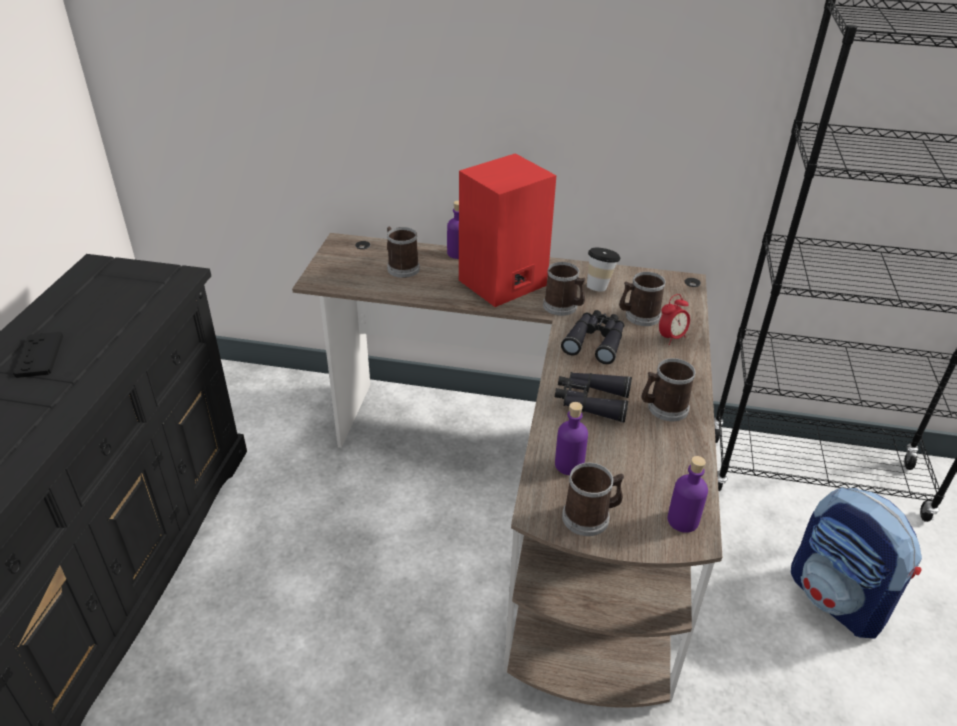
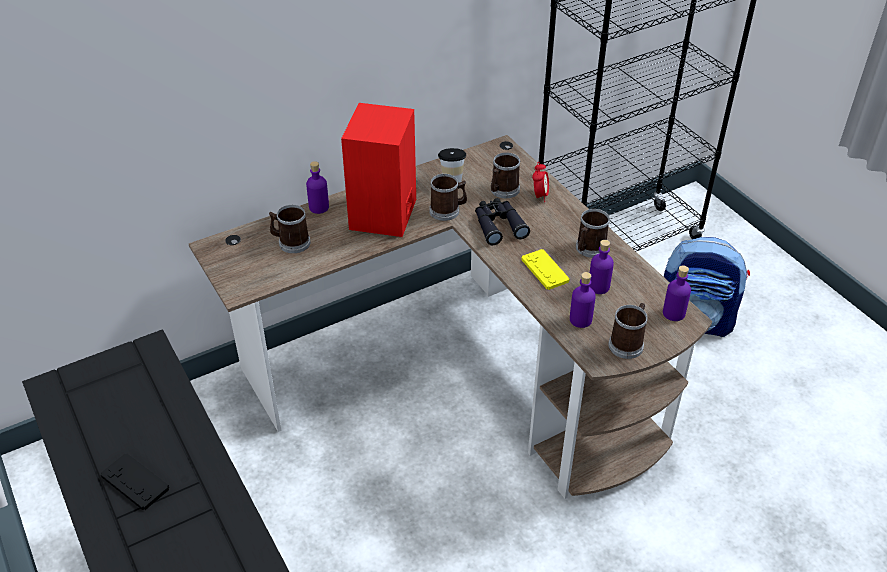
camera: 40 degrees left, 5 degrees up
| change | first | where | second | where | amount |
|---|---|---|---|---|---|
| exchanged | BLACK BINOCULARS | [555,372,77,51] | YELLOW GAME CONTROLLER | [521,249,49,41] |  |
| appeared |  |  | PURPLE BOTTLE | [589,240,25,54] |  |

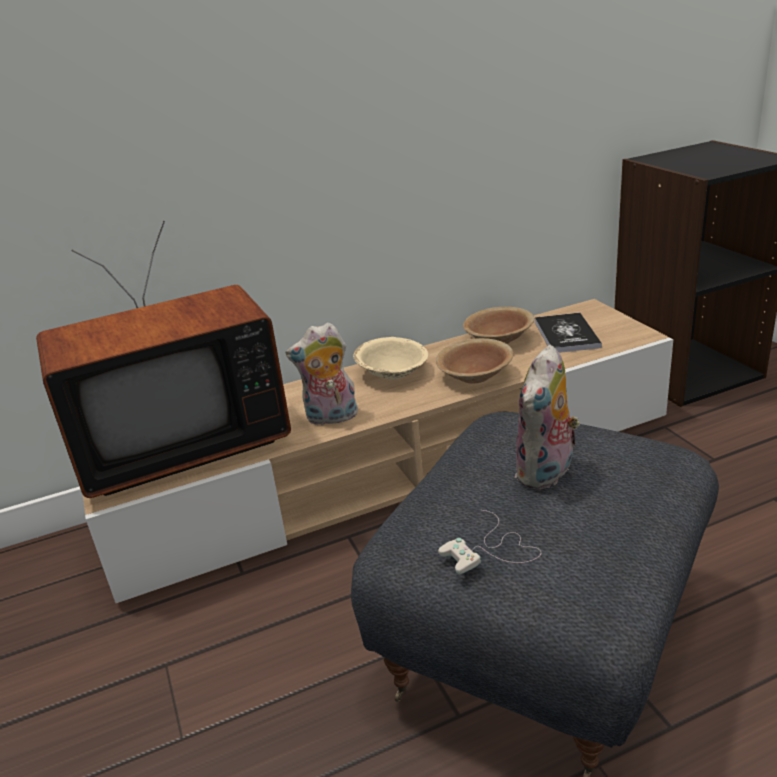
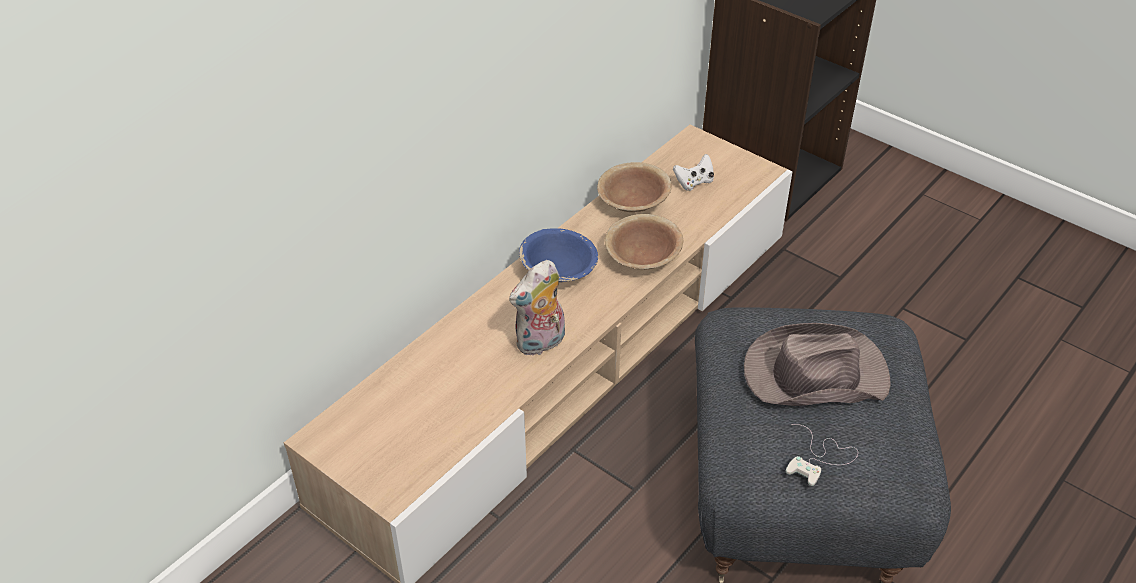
camera: 30 degrees left, 15 degrees up
| change | first | where | second | where | amount |
|---|---|---|---|---|---|
| colour | BEIGE BOWL | [353,337,75,43] | BLUE BOWL | [519,228,79,54] |  |
| exchanged | BOOK | [535,313,67,40] | WHITE GAME CONTROLLER | [673,154,41,37] |  |
| exchanged | PLUSH TOY | [514,345,66,145] | BROWN HAT | [744,323,146,83] |  |
| missing | TELEVISION | [36,221,255,277] |  |  |  |

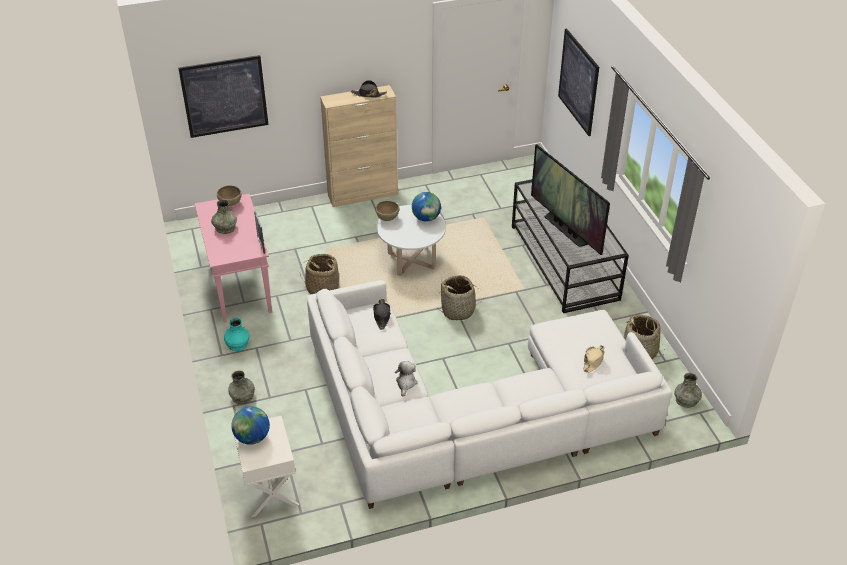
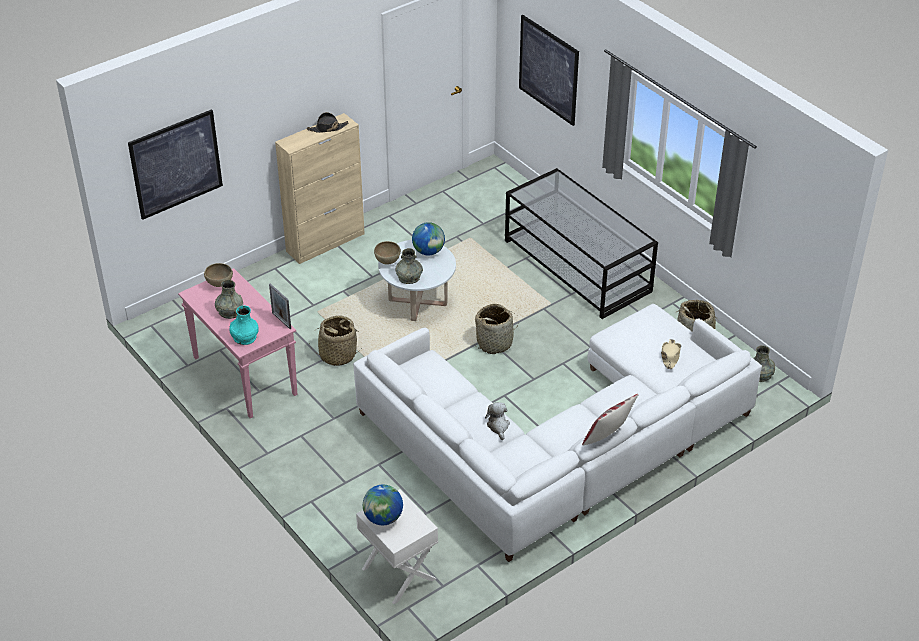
camera: 20 degrees left, 0 degrees up
| change | first | where | second | where | amount |
|---|---|---|---|---|---|
| relocated | TURQUOISE VASE | [224,318,26,33] |  | [229,305,30,40] |  |
| relocated | GREY VASE | [228,370,27,34] |  | [395,248,28,36] |  |
| appeared |  |  | PILLOW | [582,394,57,51] |  |
| missing | BLACK HAT | [373,299,18,31] |  |  |  |
| missing | TELEVISION | [531,144,79,111] |  |  |  |

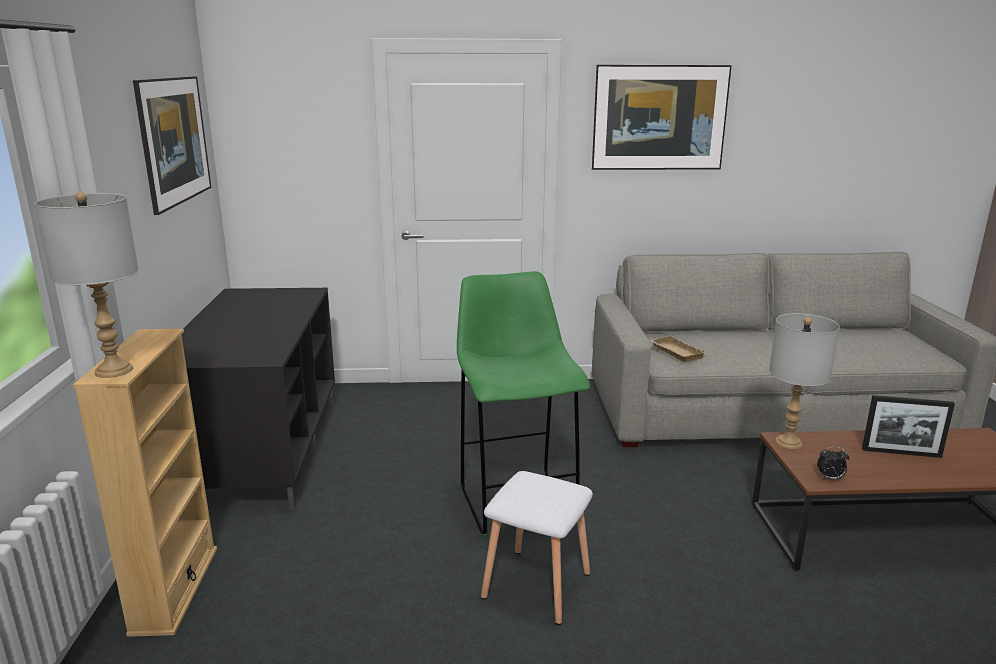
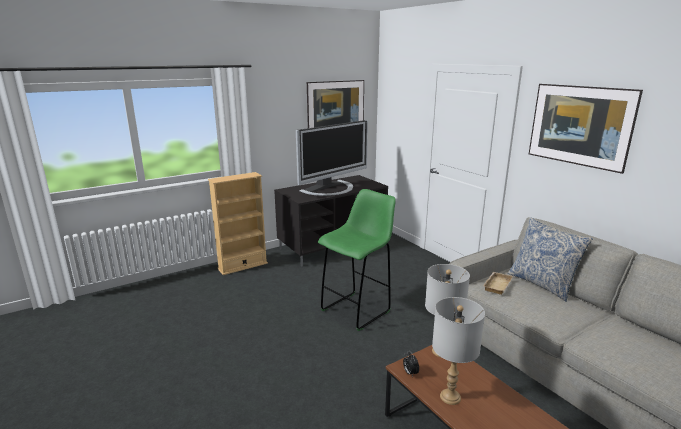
camera: 60 degrees right, 0 degrees up
| change | first | where | second | where | amount |
|---|---|---|---|---|---|
| appeared |  |  | TELEVISION | [296,120,72,76] |  |
| relocated | GREY TABLE LAMP | [35,192,104,186] |  | [432,297,53,108] |  |
| appeared |  |  | PILLOW | [508,218,85,83] |  |
| missing | WHITE STOOL | [481,471,112,154] |  |  |  |
| missing | PICTURE FRAME | [862,395,93,63] |  |  |  |

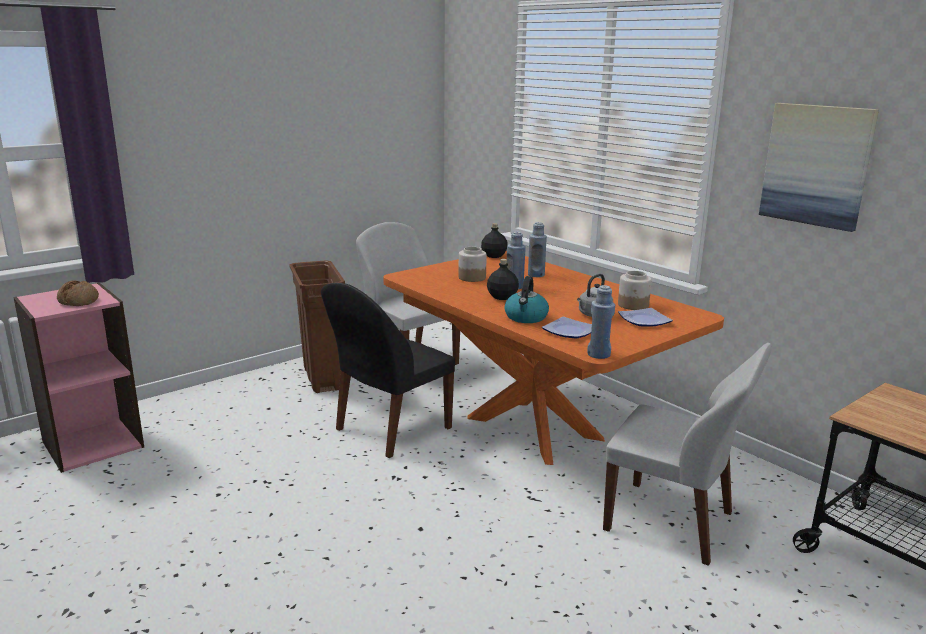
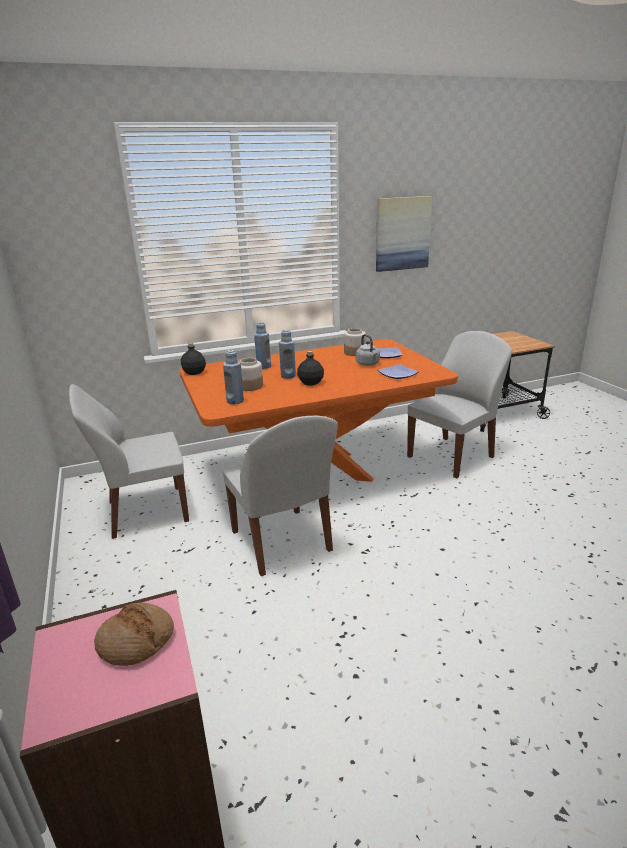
camera: 70 degrees left, 5 degrees up
| change | first | where | second | where | amount |
|---|---|---|---|---|---|
| relocated | BLUE BOTTLE | [587,285,28,74] |  | [223,350,21,55] |  |
| colour | BLACK CHAIR | [321,283,134,175] | WHITE CHAIR | [223,416,115,161] |  |
| missing | BROWN TRASH CAN | [289,261,56,132] |  |  |  |
| missing | KETTLE | [505,276,44,47] |  |  |  |

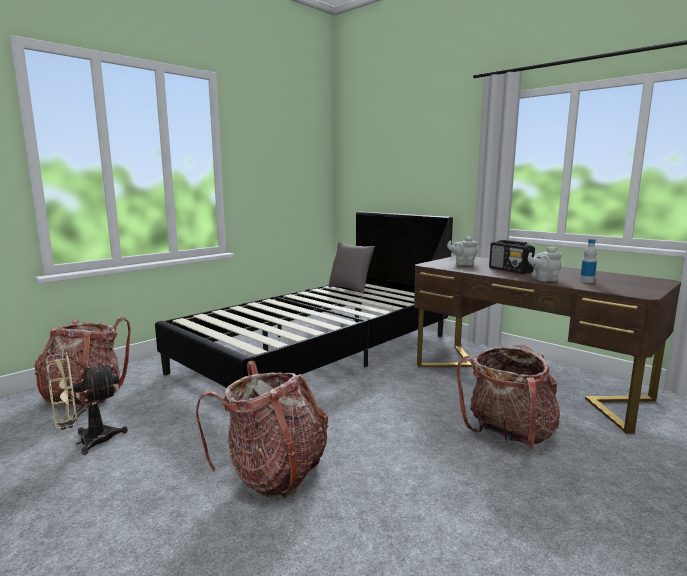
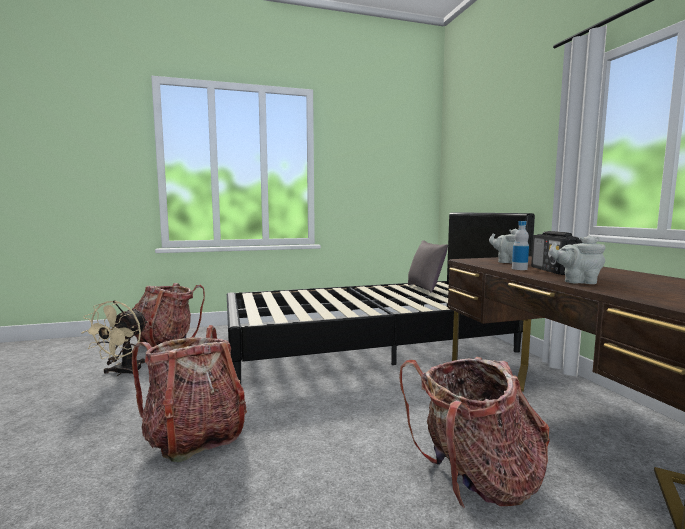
camera: 30 degrees right, 5 degrees down
| change | first | where | second | where | amount |
|---|---|---|---|---|---|
| spun | BEIGE FAN | [46,352,82,103] |  | [81,300,67,76] | 75 degrees counterclockwise |
| relocated | BOTTLE | [580,239,17,44] |  | [512,221,17,49] |  |

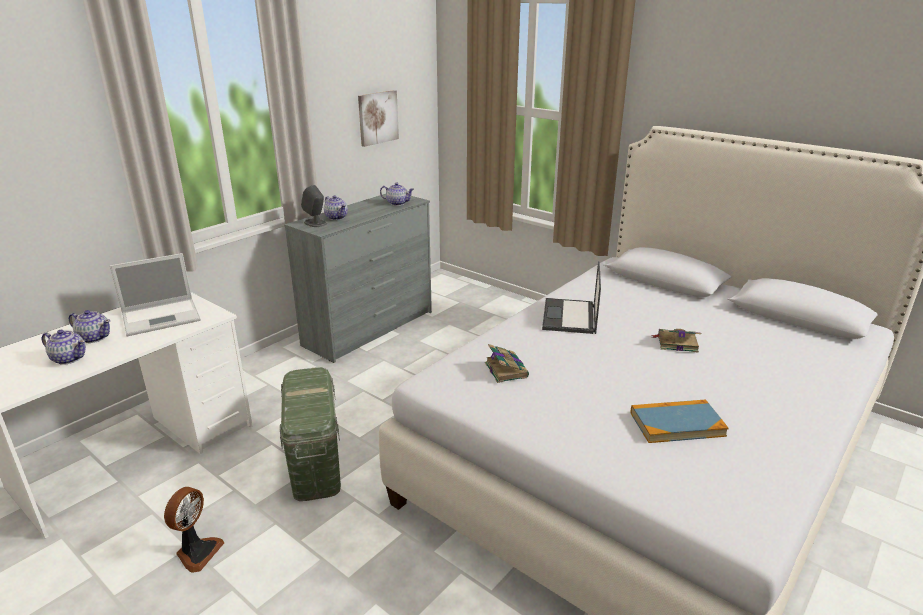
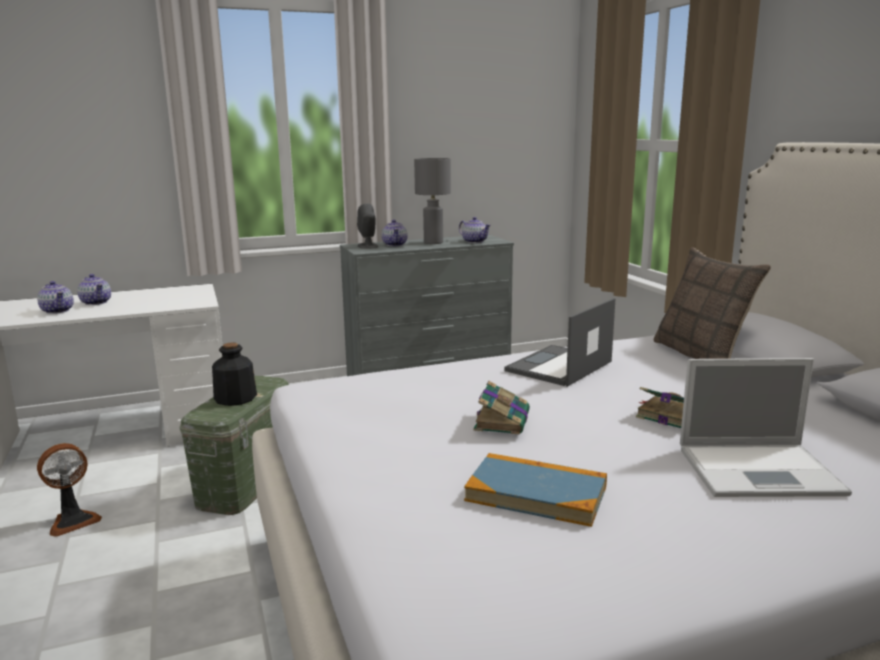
camera: 30 degrees right, 10 degrees down
| change | first | where | second | where | amount |
|---|---|---|---|---|---|
| appeared |  |  | BOTTLE | [212,342,45,64] |  |
| appeared |  |  | GREY TABLE LAMP | [414,158,37,86] |  |
| relocated | BOOK | [485,344,44,39] |  | [474,381,56,54] |  |
| appeared |  |  | PILLOW | [654,247,117,112] |  |
| relocated | LAPTOP | [110,253,91,83] |  | [680,358,172,139] |  |
| missing | PICTURE | [358,90,41,57] |  |  |  |

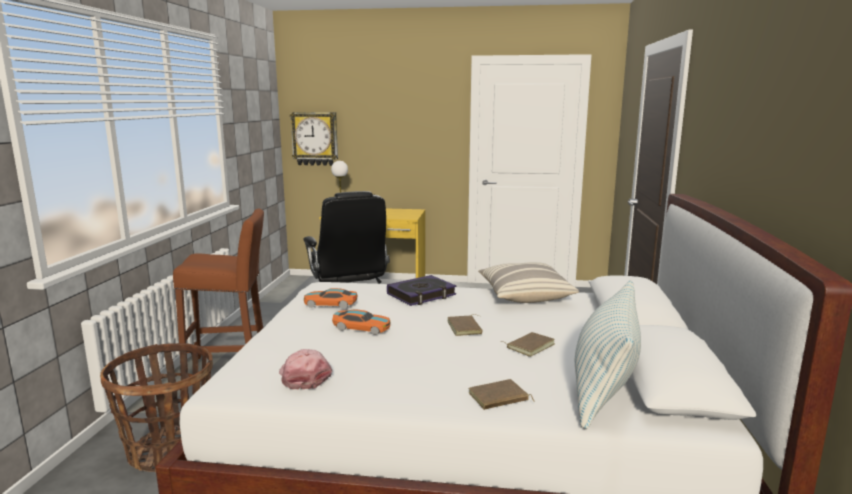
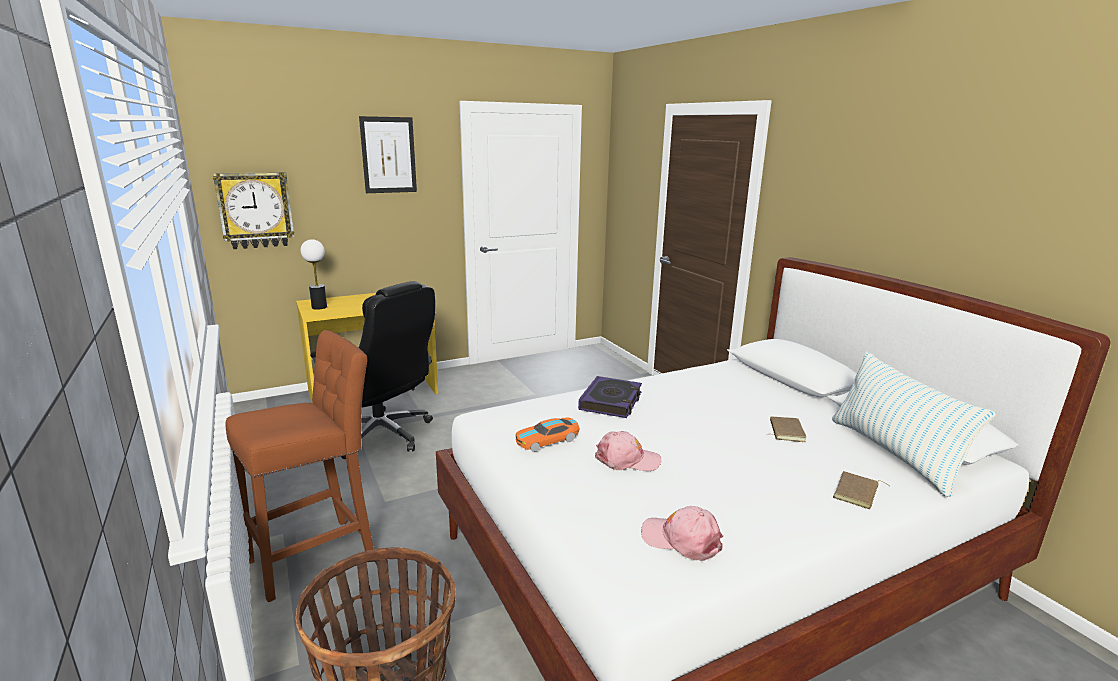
camera: 35 degrees left, 5 degrees up
| change | first | where | second | where | amount |
|---|---|---|---|---|---|
| appeared |  |  | PICTURE | [359,116,58,77] |  |
| exchanged | TOY CAR | [332,310,58,25] | PINK CAP | [595,431,66,40] |  |
| missing | BROWN BOOK | [448,314,35,22] |  |  |  |
| missing | PILLOW | [478,262,101,41] |  |  |  |

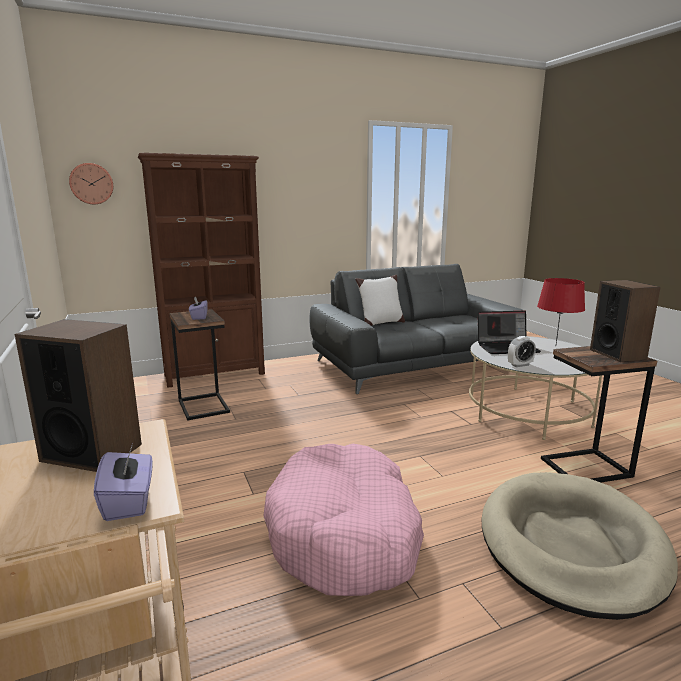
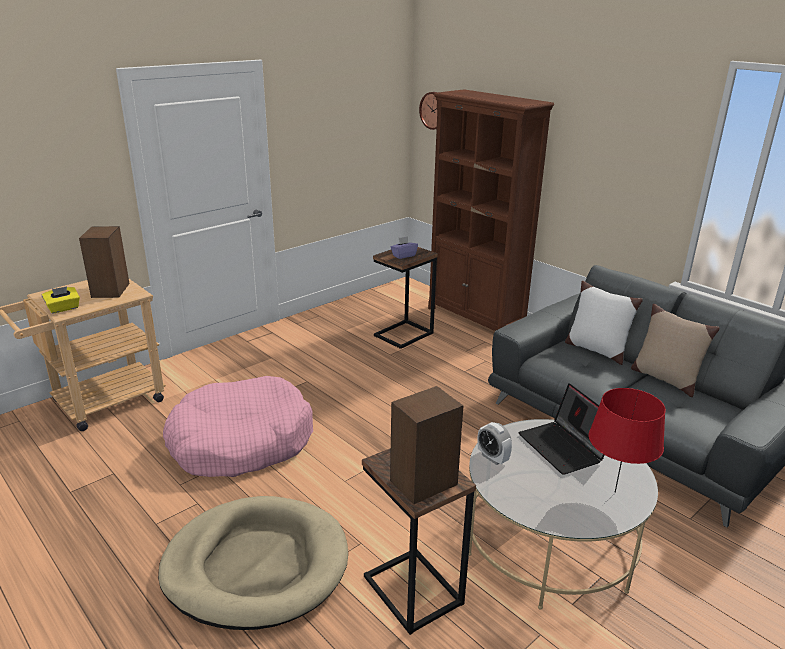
camera: 70 degrees right, 10 degrees up
| change | first | where | second | where | amount |
|---|---|---|---|---|---|
| colour | PURPLE TISSUE BOX | [94,444,59,77] | YELLOW TISSUE BOX | [42,286,38,28] |  |
| appeared |  |  | BEIGE PILLOW | [631,304,88,93] |  |

